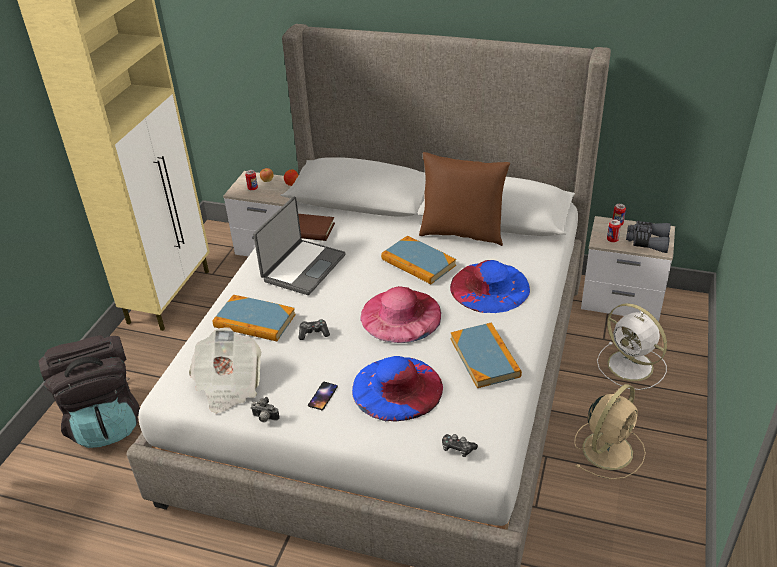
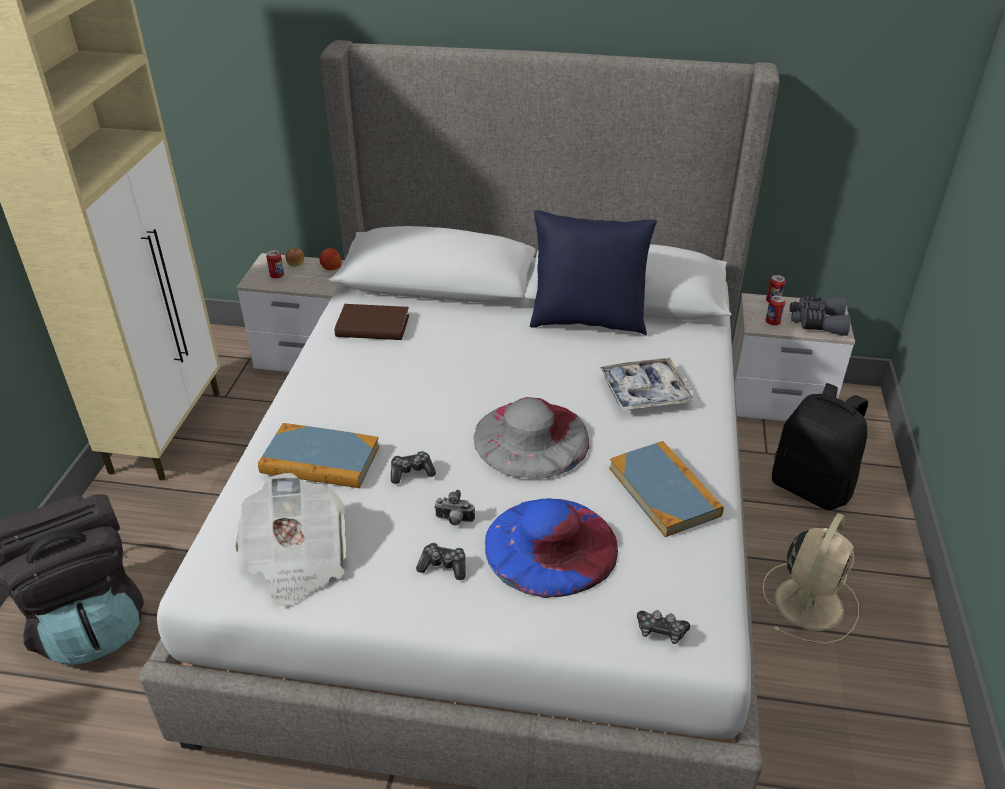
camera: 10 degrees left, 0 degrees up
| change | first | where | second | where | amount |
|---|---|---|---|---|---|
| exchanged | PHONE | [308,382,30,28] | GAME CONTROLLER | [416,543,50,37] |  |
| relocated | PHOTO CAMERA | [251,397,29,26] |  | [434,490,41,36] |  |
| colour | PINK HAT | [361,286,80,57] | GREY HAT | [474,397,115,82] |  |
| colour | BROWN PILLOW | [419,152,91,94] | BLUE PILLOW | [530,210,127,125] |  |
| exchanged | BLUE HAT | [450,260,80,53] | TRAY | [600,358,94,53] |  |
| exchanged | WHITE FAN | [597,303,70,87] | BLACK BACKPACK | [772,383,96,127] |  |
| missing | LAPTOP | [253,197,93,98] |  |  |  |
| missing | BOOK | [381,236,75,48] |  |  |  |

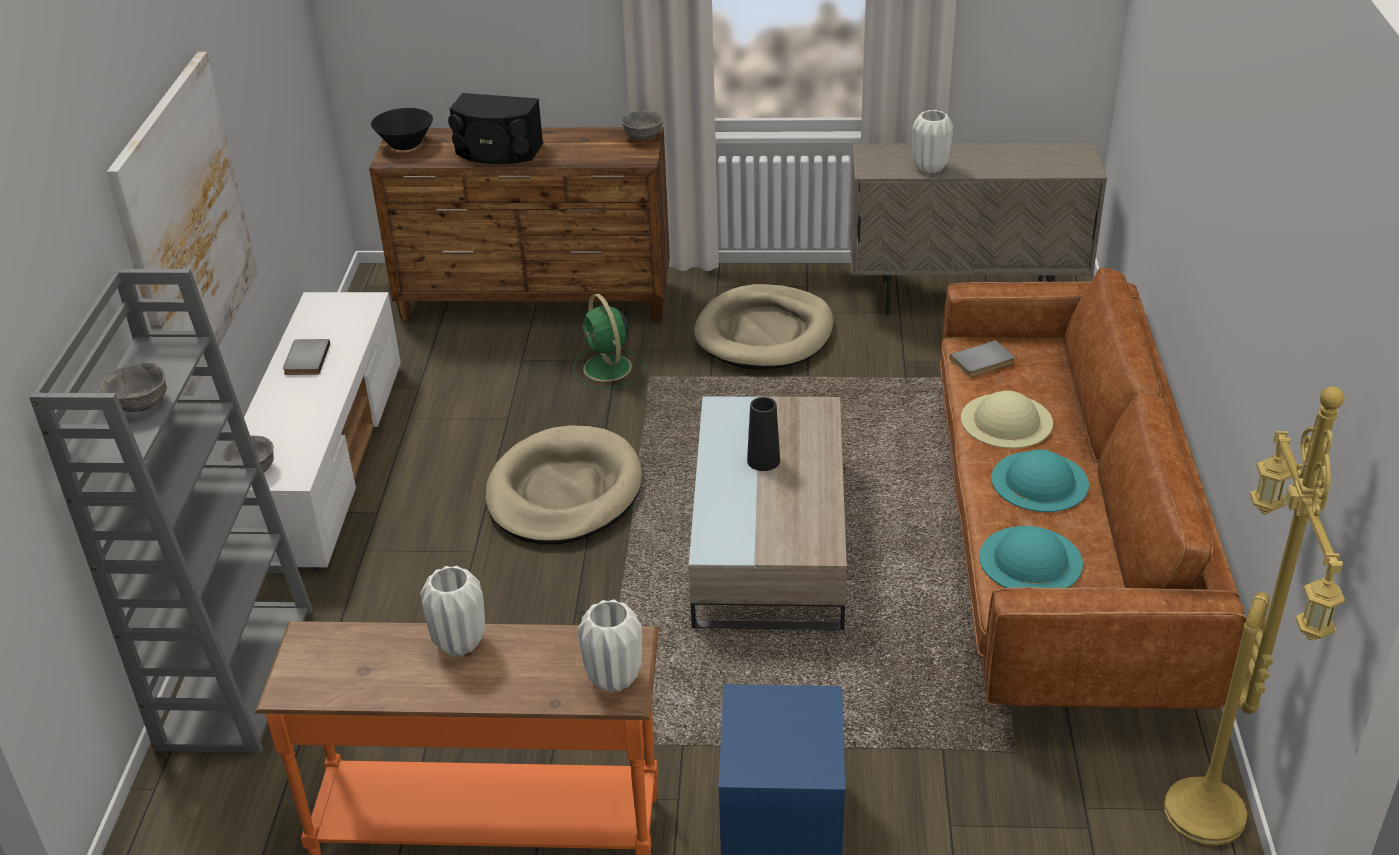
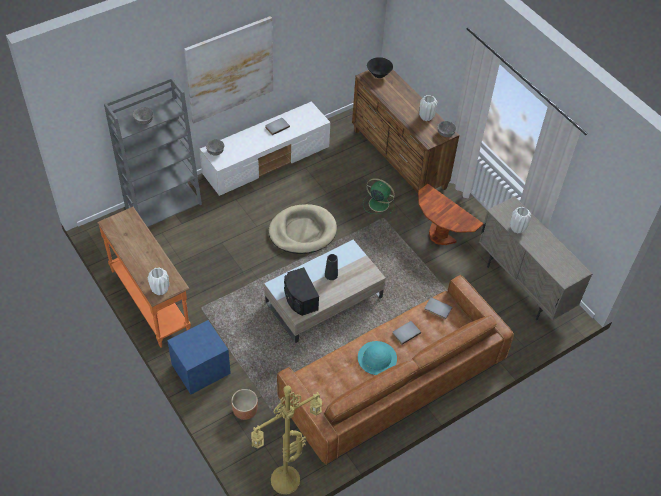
camera: 50 degrees right, 15 degrees up
| change | first | where | second | where | amount |
|---|---|---|---|---|---|
| appeared |  |  | BROWN PLANTER | [231,389,27,31] |  |
| relocated | BLACK SPEAKER | [448,93,95,71] |  | [284,267,35,49] |  |
| spun | GREEN FAN | [573,294,73,95] |  | [363,178,32,36] | 90 degrees clockwise |
| exchanged | BEIGE HAT | [961,390,92,59] | GREY BOOK | [392,321,29,24] |  |
| exchanged | BEIGE DOG BED | [694,284,140,86] | BROWN SIDE TABLE | [418,184,66,61] |  |
| relocated | WHITE VASE | [420,566,65,90] |  | [419,95,19,26] |  |
| missing | TURQUOISE HAT | [979,526,104,62] |  |  |  |

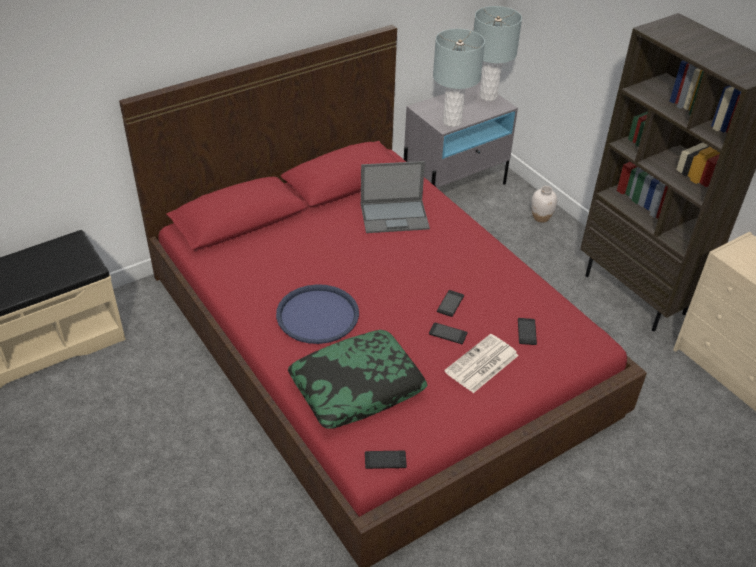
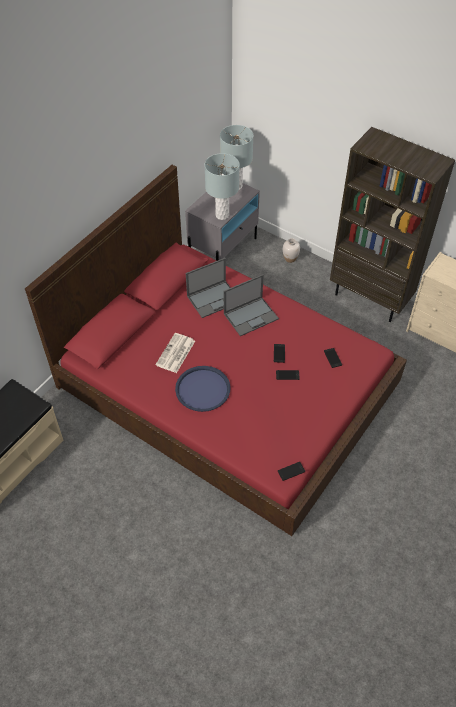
camera: 20 degrees left, 10 degrees up
| change | first | where | second | where | amount |
|---|---|---|---|---|---|
| relocated | NEWSPAPER | [444,334,75,59] |  | [155,333,40,40] |  |
| appeared |  |  | LAPTOP | [224,274,55,62] |  |
| missing | PILLOW | [288,330,140,99] |  |  |  |

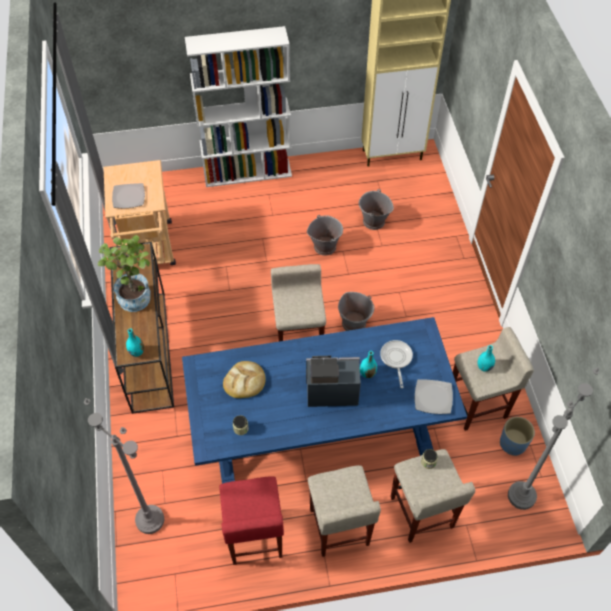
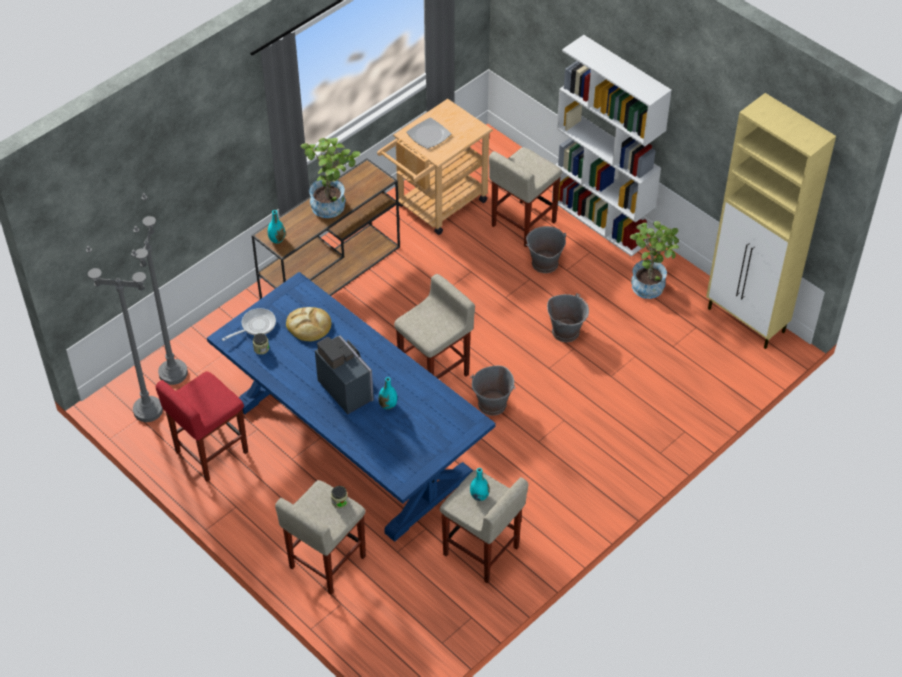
camera: 55 degrees right, 5 degrees down
| change | first | where | second | where | amount |
|---|---|---|---|---|---|
| relocated | GREY FLOOR LAMP | [508,367,91,143] |  | [86,246,77,176] |  |
| relocated | FRYING PAN | [380,340,33,48] |  | [222,308,54,33] |  |
| relocated | BEIGE STOOL | [308,465,73,92] |  | [489,147,73,100] |  |
| relocated | GREY BUCKET | [359,189,35,41] |  | [526,226,40,47] |  |
| appeared |  |  | POTTED PLANT | [630,221,49,78] |  |
| missing | PLATE | [415,379,38,35] |  |  |  |
| missing | BLUE PLANTER | [500,417,35,39] |  |  |  |

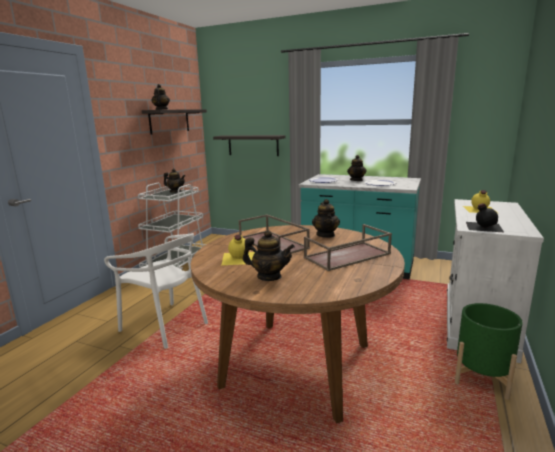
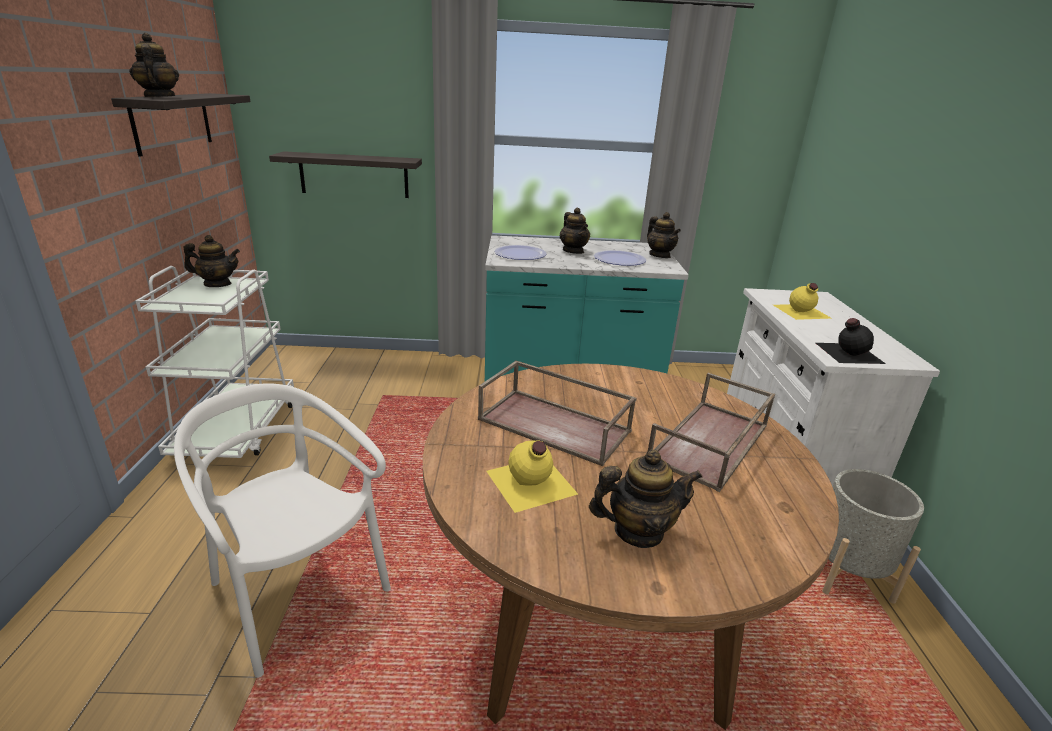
camera: 25 degrees left, 10 degrees up
| change | first | where | second | where | amount |
|---|---|---|---|---|---|
| spun | WHITE CHAIR | [104,233,104,116] |  | [174,383,217,295] | 150 degrees counterclockwise |
| relocated | TEAPOT | [312,199,28,39] |  | [647,212,34,46] |  |
| colour | GREEN PLANTER | [455,303,68,97] | GREY PLANTER | [822,469,102,135] |  |

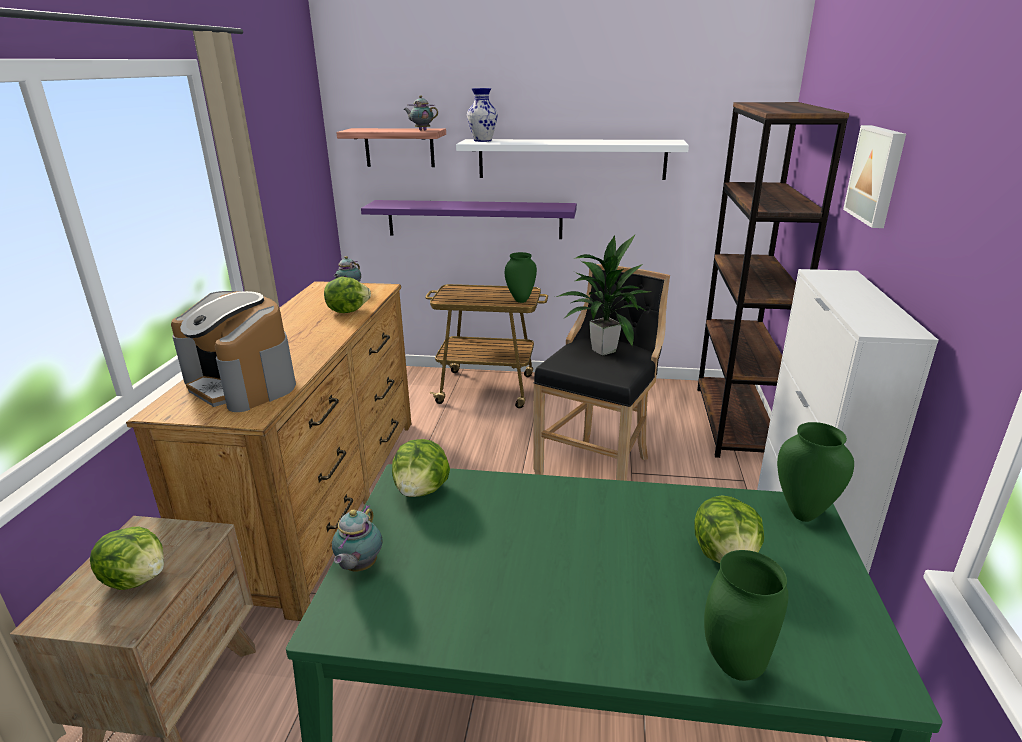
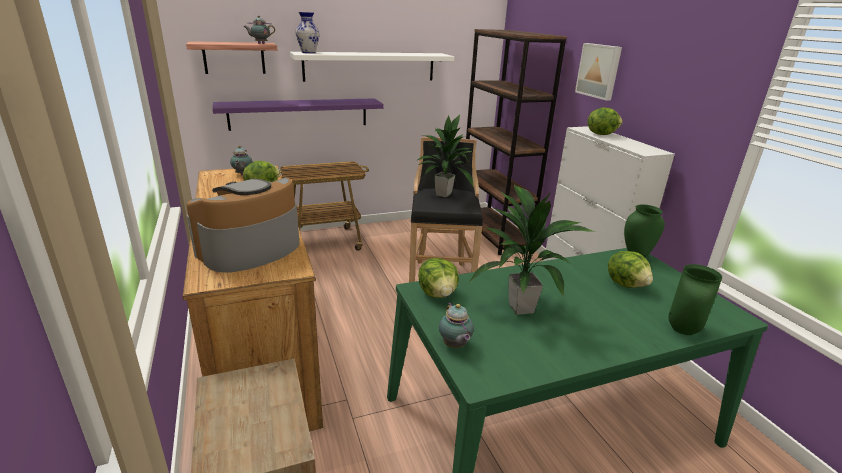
camera: 30 degrees left, 0 degrees up
| change | first | where | second | where | amount |
|---|---|---|---|---|---|
| spun | COFFEE MACHINE | [171,291,125,121] |  | [187,178,112,94] | 120 degrees clockwise |
| appeared |  |  | POTTED PLANT | [467,185,129,130] |  |
| relocated | LETTUCE | [90,527,74,63] |  | [587,107,36,28] |  |
| missing | GREEN VASE | [505,252,32,51] |  |  |  |

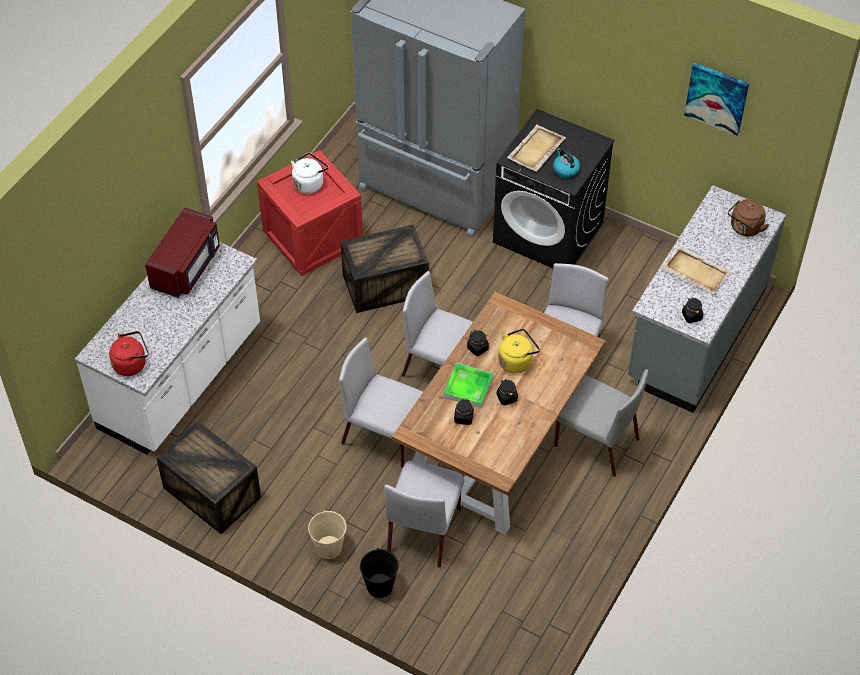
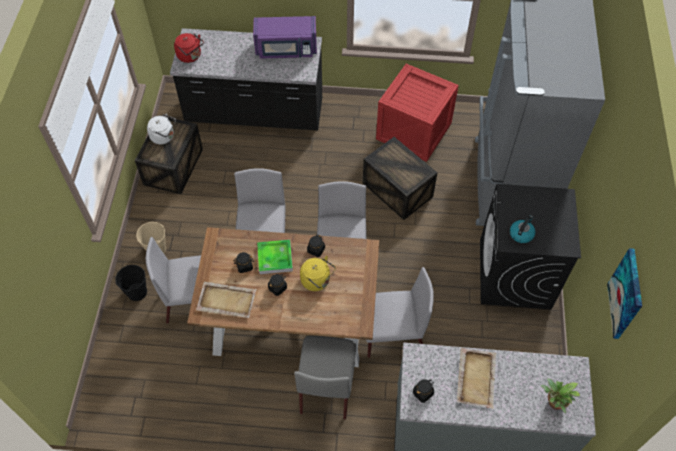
camera: 65 degrees right, 5 degrees up
| change | first | where | second | where | amount |
|---|---|---|---|---|---|
| relocated | WHITE KETTLE | [291,153,38,41] |  | [147,114,29,30] |  |
| colour | WHITE COUNTER | [75,242,185,212] | BLACK COUNTER | [170,28,152,102] |  |
| relocated | BEIGE TRAY | [507,125,59,47] |  | [196,282,61,36] |  |
| colour | RED MICROWAVE | [145,207,75,91] | PURPLE MICROWAVE | [253,16,64,43] |  |
| exchanged | BROWN KETTLE | [728,199,41,37] | POTTED PLANT | [541,378,39,35] |  |

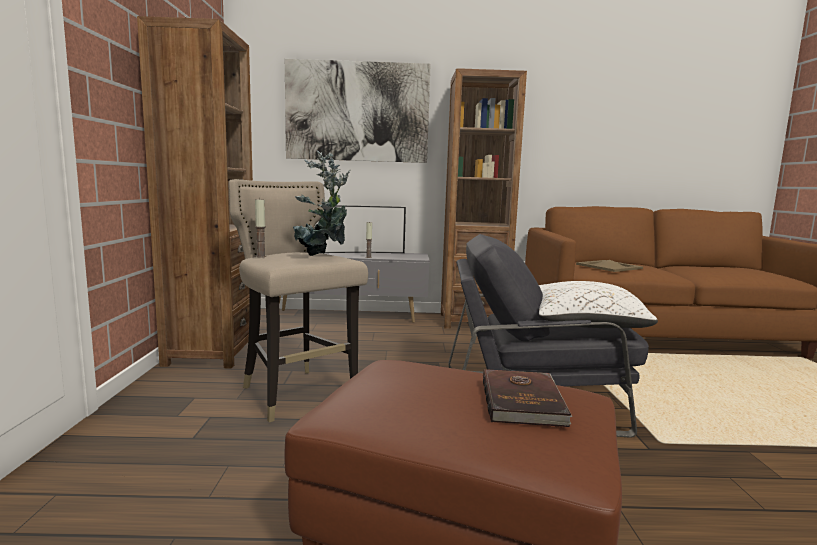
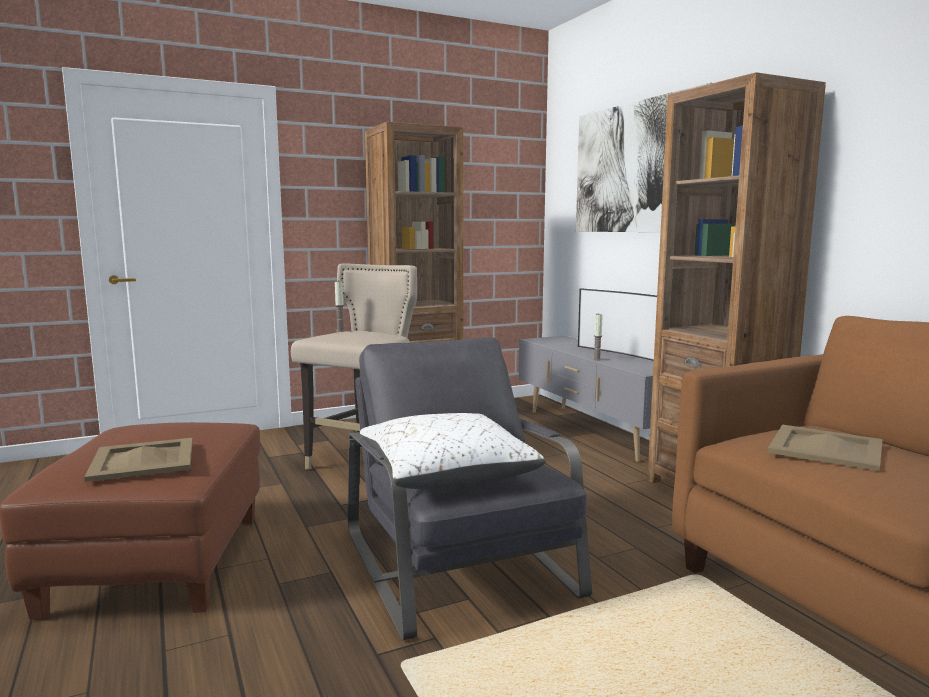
camera: 65 degrees right, 0 degrees up
| change | first | where | second | where | amount |
|---|---|---|---|---|---|
| exchanged | BROWN BOOK | [483,369,89,58] | BEIGE TRAY | [84,438,109,44] |  |
| missing | POTTED PLANT | [293,151,57,105] |  |  |  |

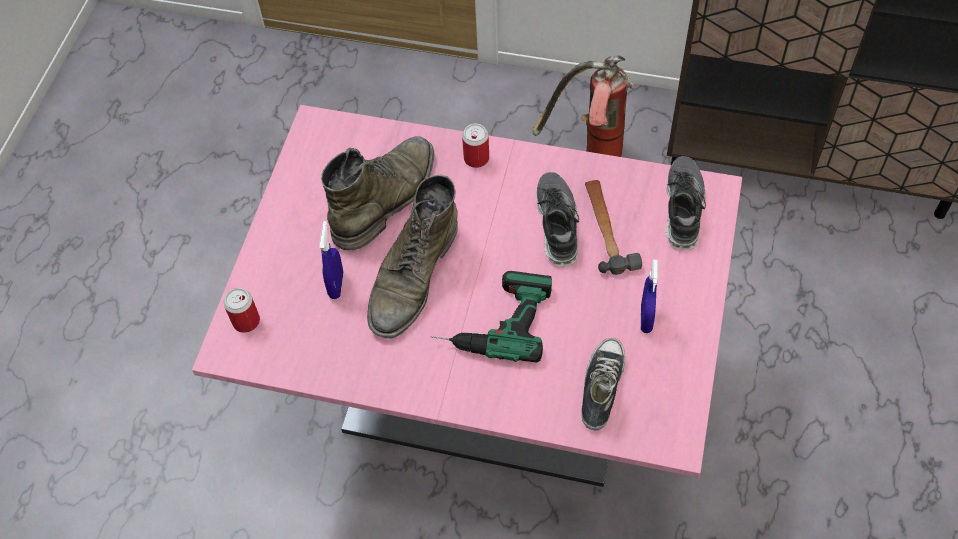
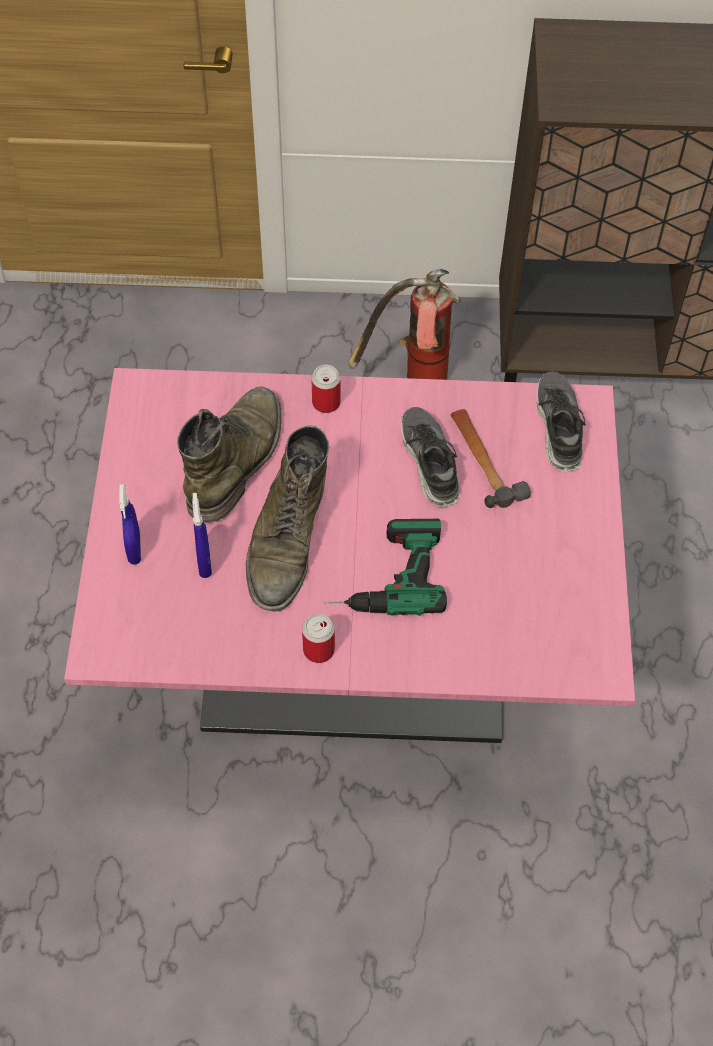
camera: 15 degrees left, 0 degrees up
| change | first | where | second | where | amount |
|---|---|---|---|---|---|
| relocated | BLUE SPRAY BOTTLE | [641,260,17,73] |  | [119,484,22,81] |  |
| relocated | CAN | [224,288,36,45] |  | [302,613,33,50] |  |
| missing | SHOE | [581,338,44,93] |  |  |  |

